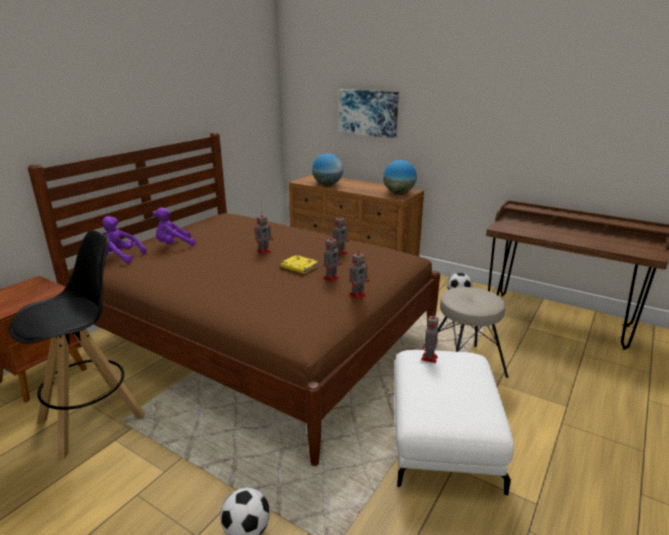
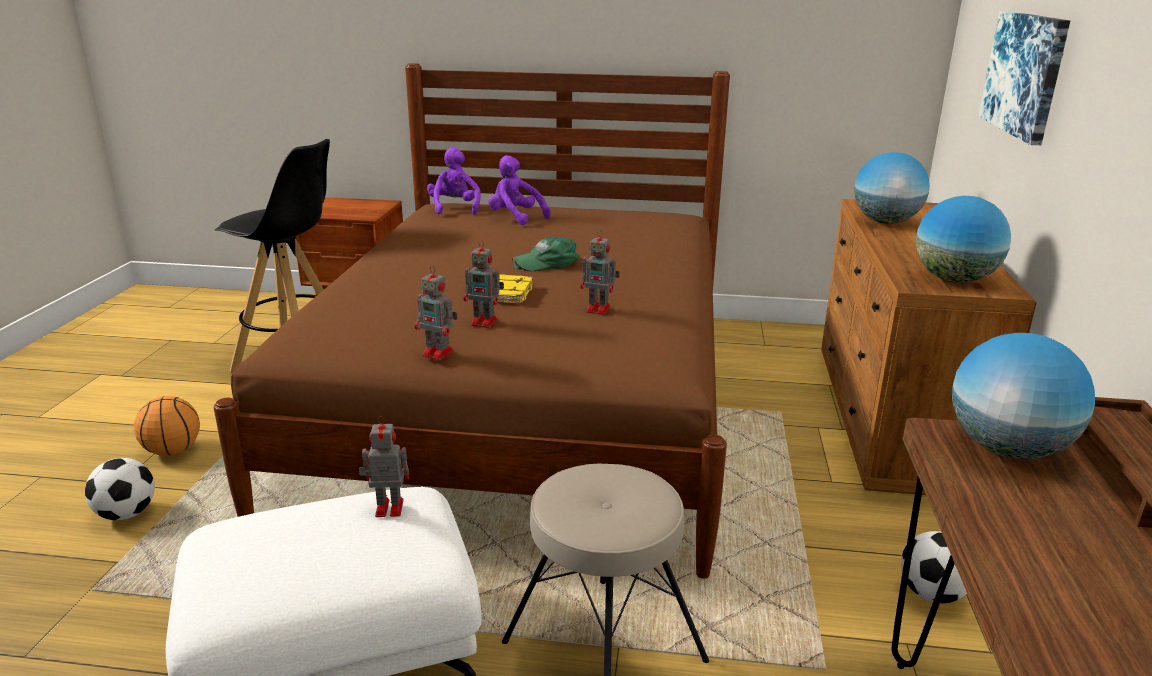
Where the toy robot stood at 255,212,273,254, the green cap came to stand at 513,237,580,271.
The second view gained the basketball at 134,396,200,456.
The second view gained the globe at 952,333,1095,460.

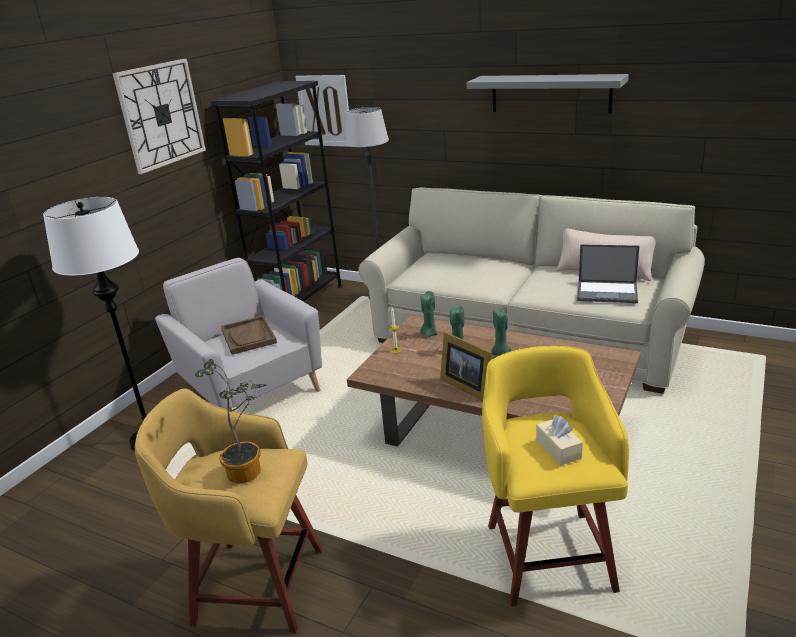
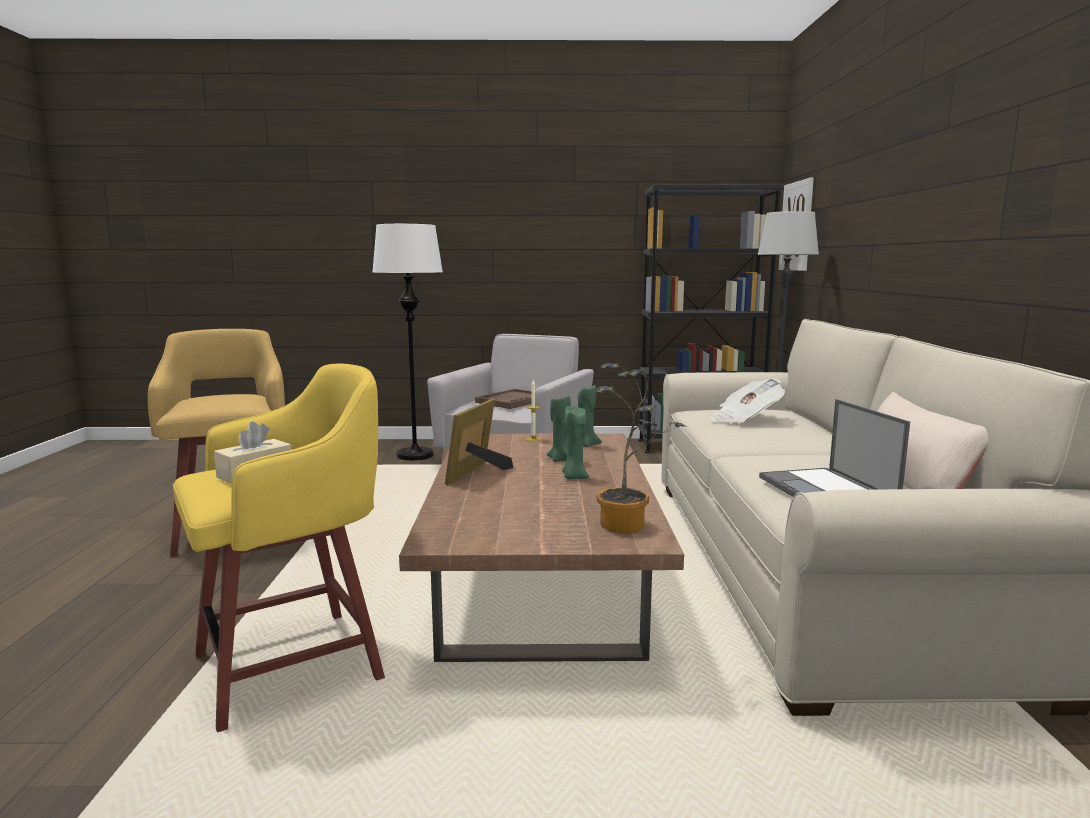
The second view lost the wall clock at 112,59,206,174.
The potted plant ended up elsewhere, having gone from 195,359,267,483 to 595,363,687,533.
The second view lost the grey shelf at 466,74,629,113.
The second view gained the newspaper at 710,379,785,423.

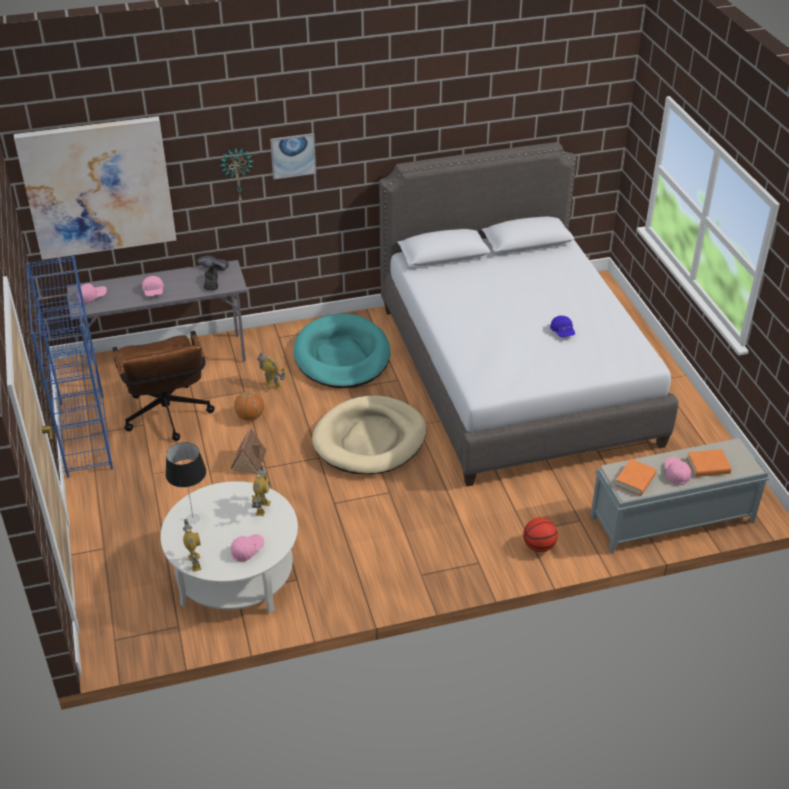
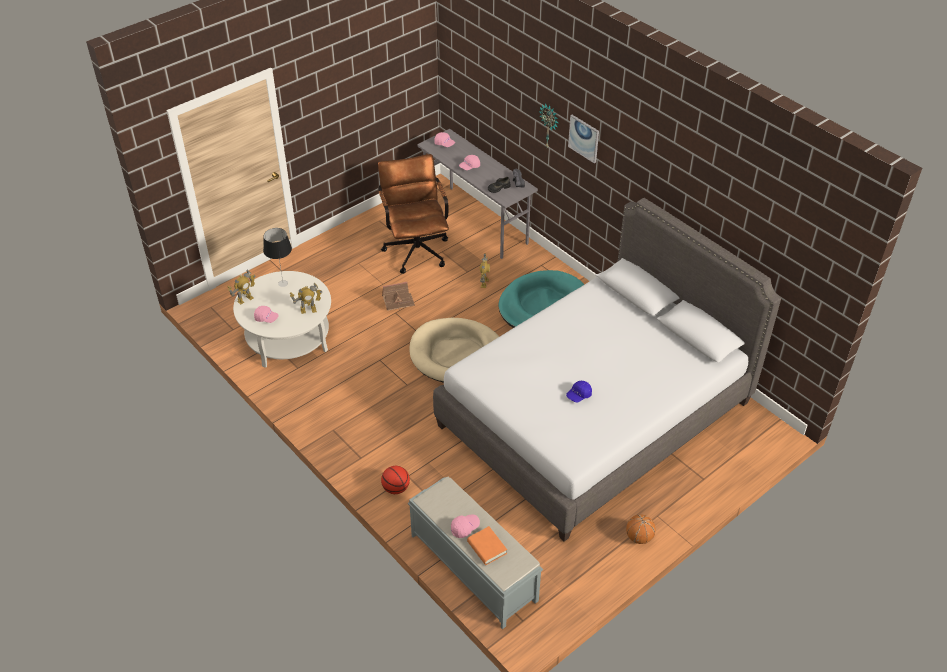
The second view lost the picture at 14,116,176,260.
The second view lost the blue bookcase at 26,256,113,478.
The brown office chair at 112,331,215,441 ended up facing another way, 120 degrees clockwise from before.
The basketball ended up elsewhere, having gone from 234,391,264,421 to 626,514,656,544.
The second view lost the orange book at 615,459,657,496.

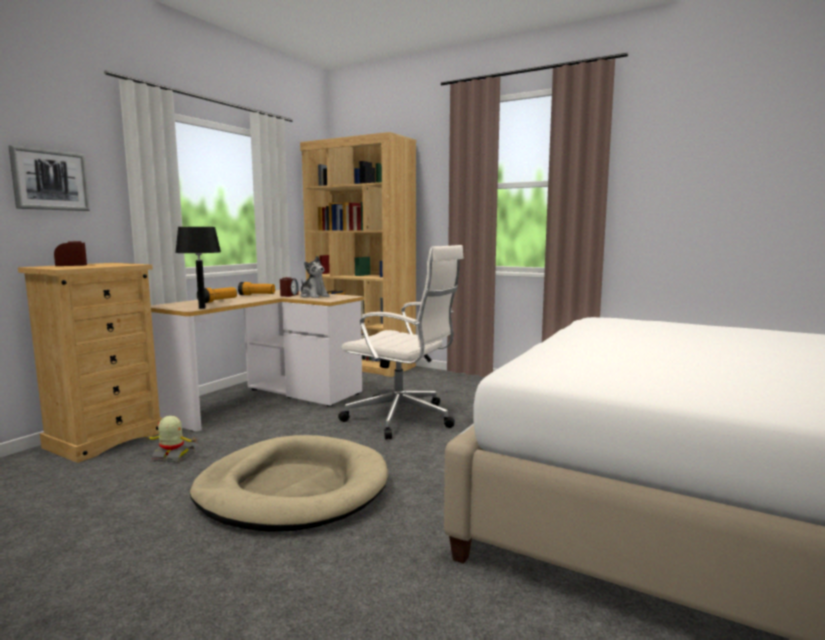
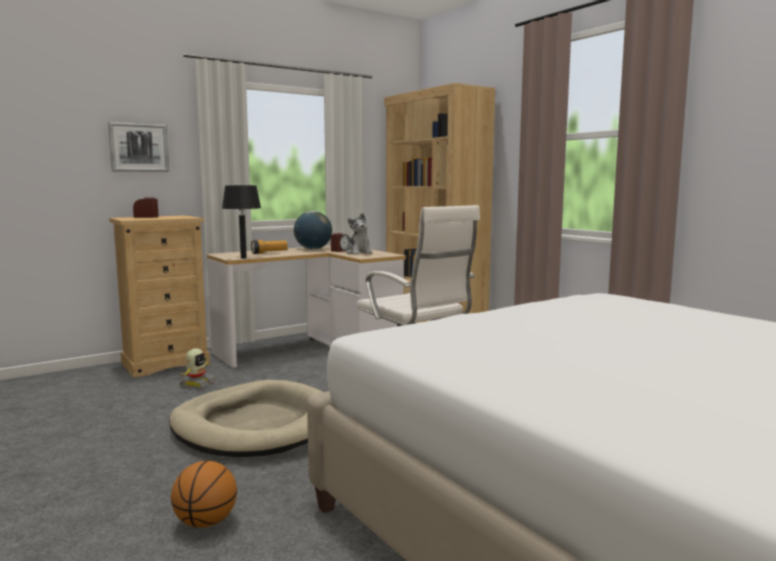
The toy robot at 146,416,198,462 ended up facing another way, 75 degrees clockwise from before.
Where the flashlight stood at 238,282,275,295, the globe came to stand at 294,211,332,249.
The second view gained the basketball at 171,461,237,528.

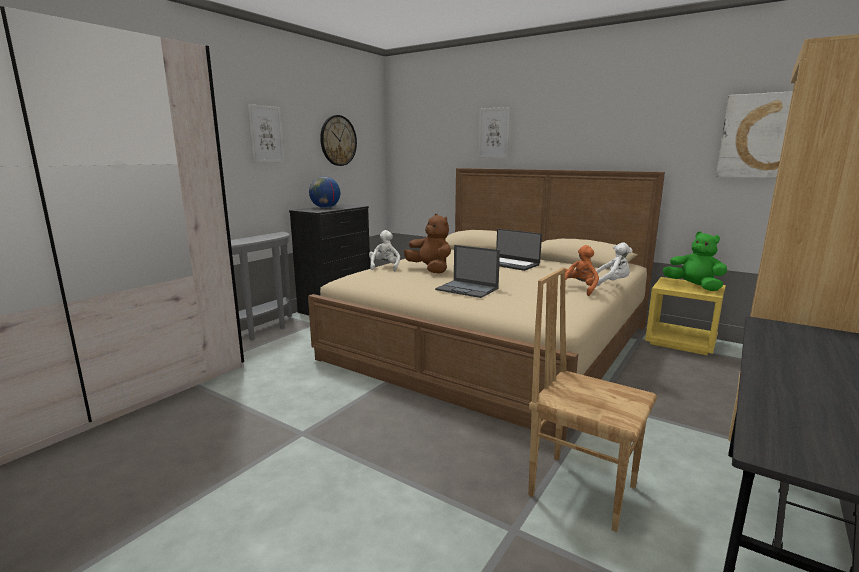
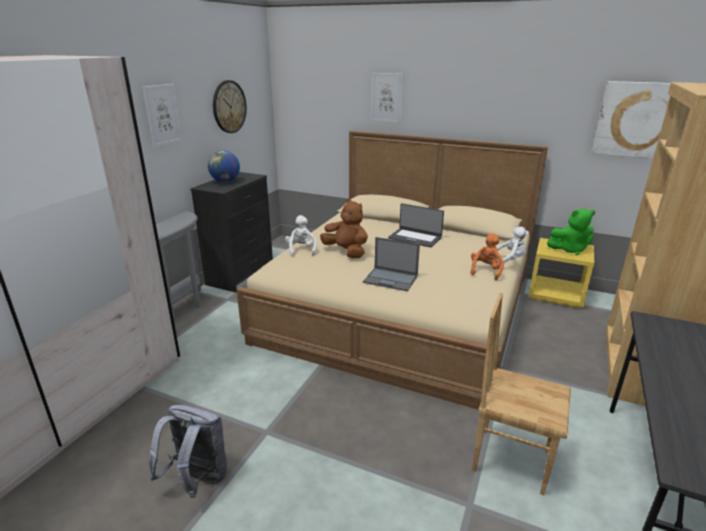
The green plush toy at 663,232,727,291 ended up facing another way, 135 degrees clockwise from before.
The second view gained the grey backpack at 149,405,227,498.

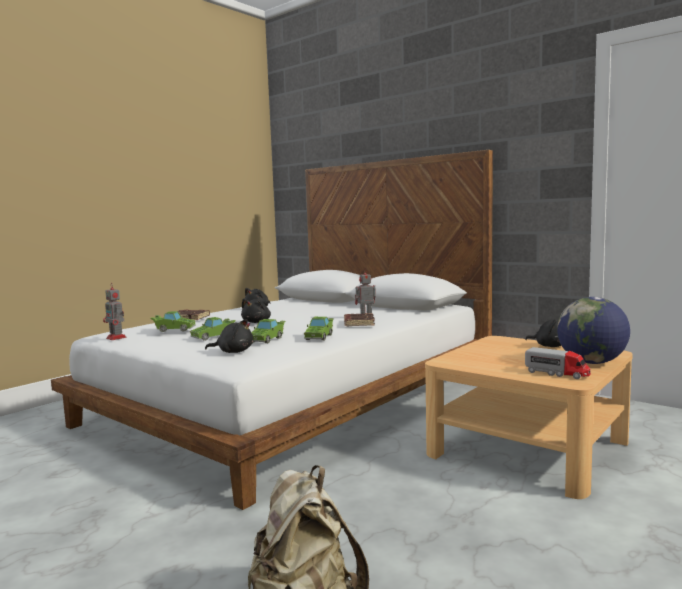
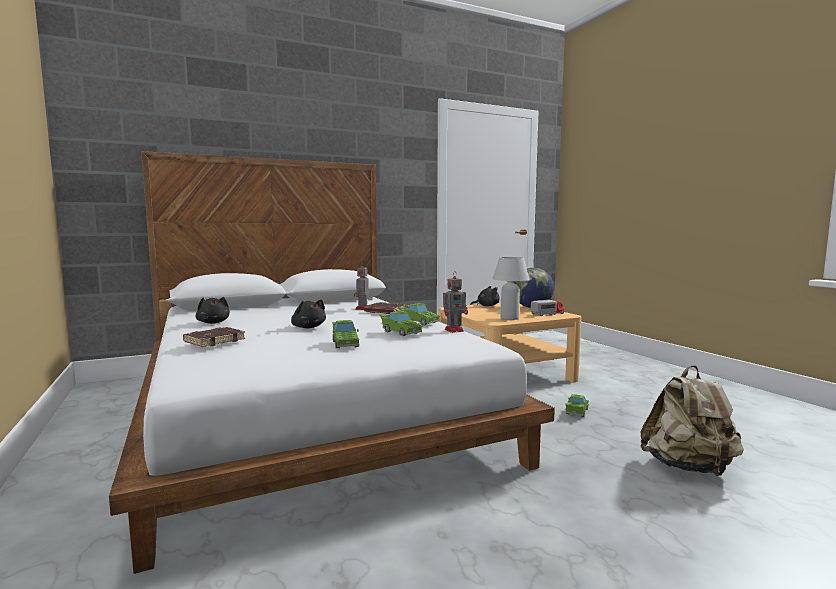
The toy robot ended up elsewhere, having gone from 103,284,127,340 to 443,271,468,333.
The green toy car ended up elsewhere, having gone from 150,311,196,332 to 565,394,589,417.
The second view lost the black plush toy at 205,319,253,353.
The second view gained the white table lamp at 492,257,530,320.

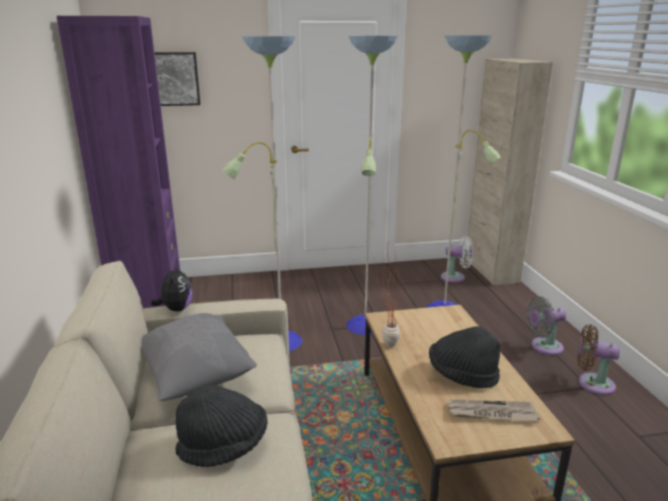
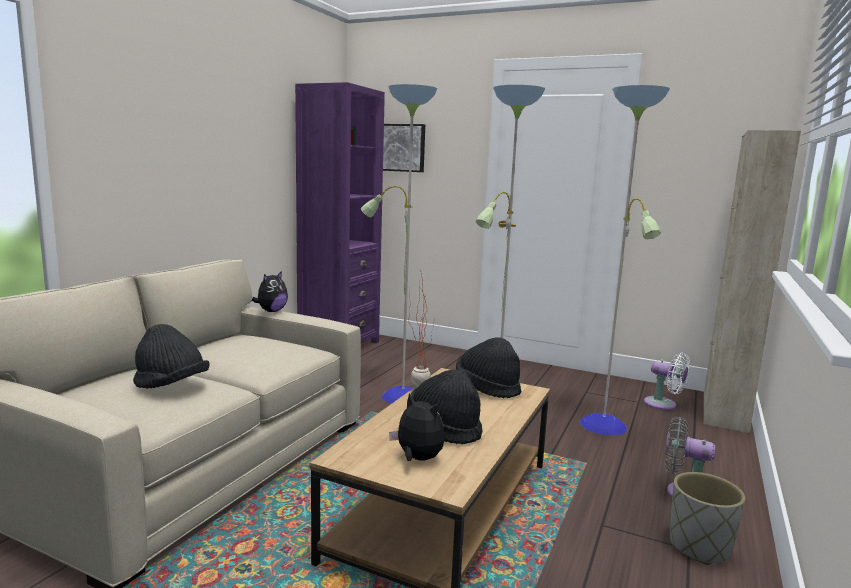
The second view lost the grey pillow at 141,313,257,401.
Where the newspaper stood at 449,400,540,422, the plush toy came to stand at 389,393,445,461.
Where the brown fan stood at 577,324,620,395, the grey planter came to stand at 670,472,745,565.
The second view gained the black hat at 456,337,521,398.

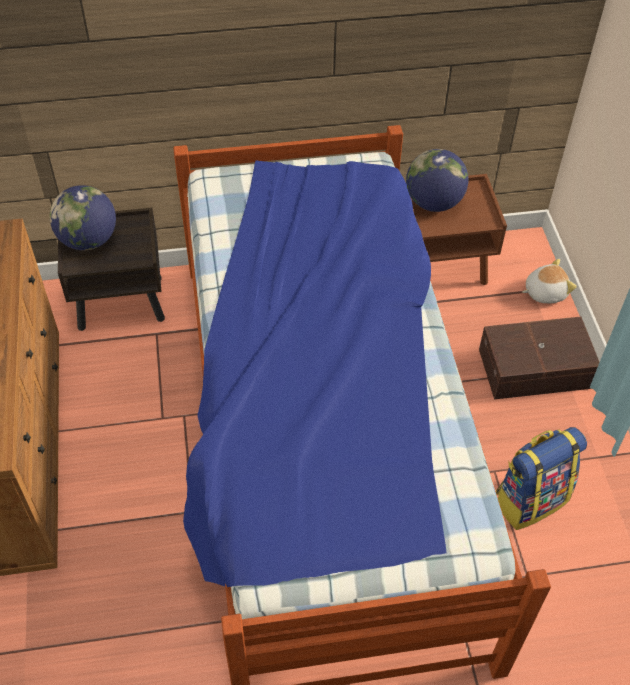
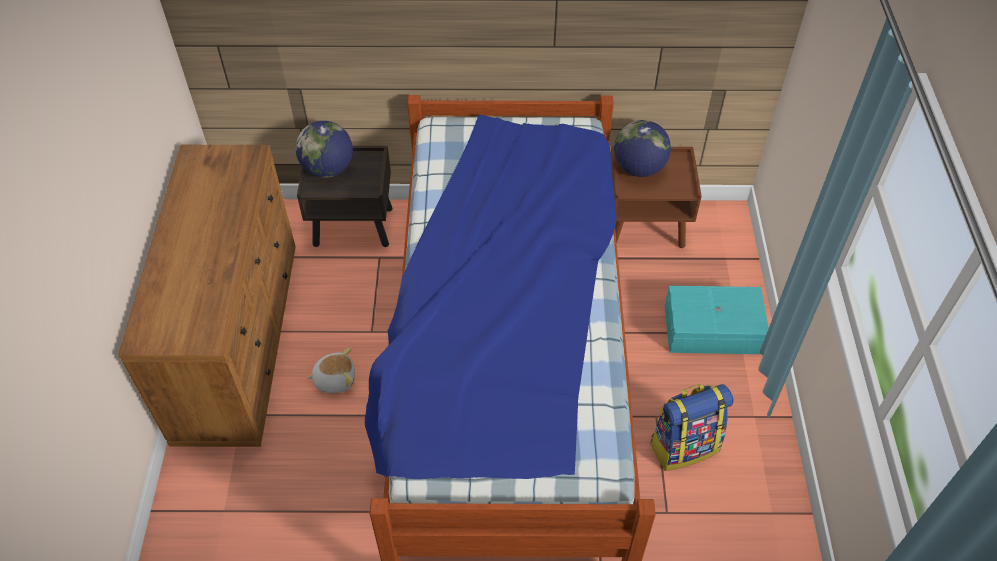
What was the brown storage box at 479,316,600,399 turned into the turquoise storage box at 665,286,769,354.
The plush toy ended up elsewhere, having gone from 522,259,577,303 to 306,348,355,393.

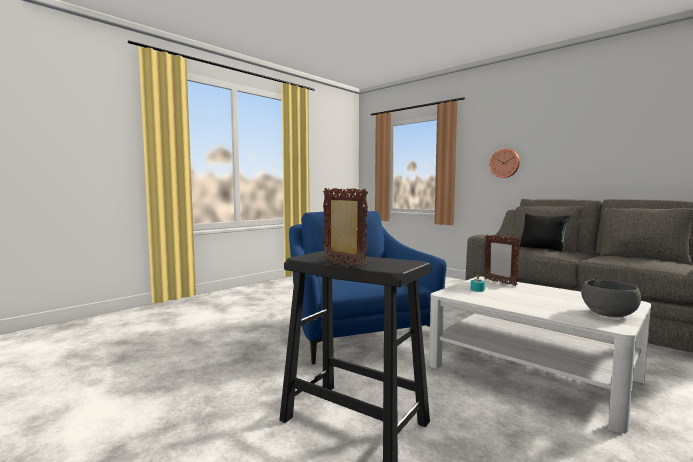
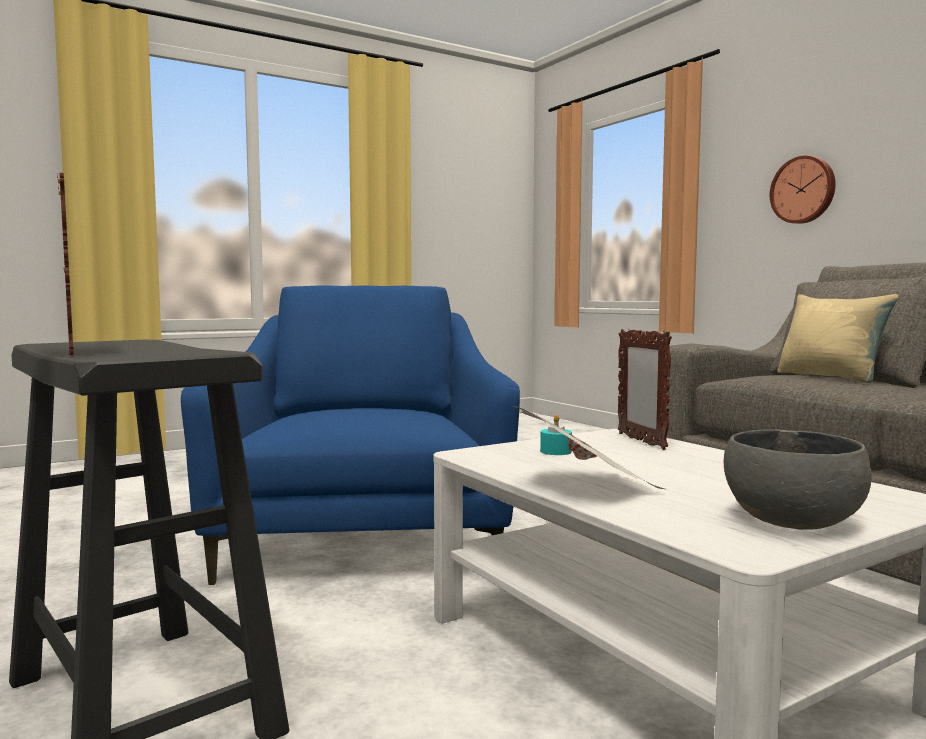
What was the black pillow at 520,213,571,252 turned into the beige pillow at 777,294,899,383.
The second view gained the newspaper at 513,406,665,489.

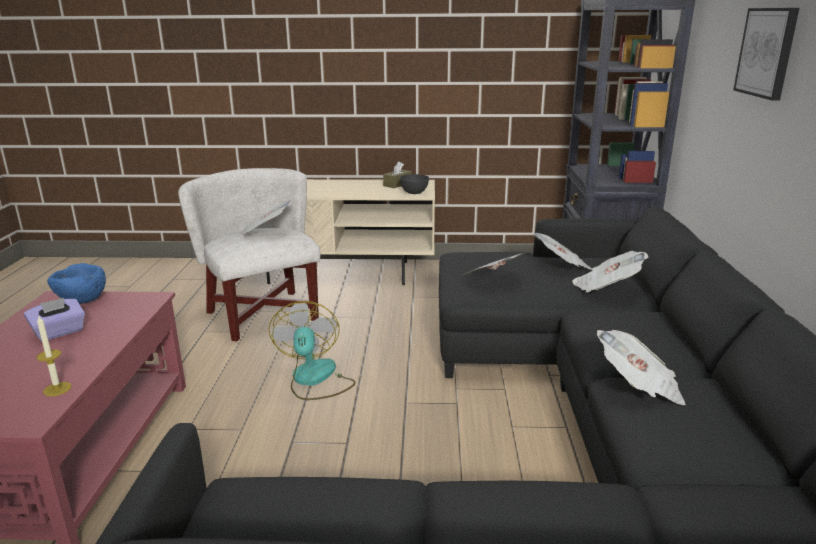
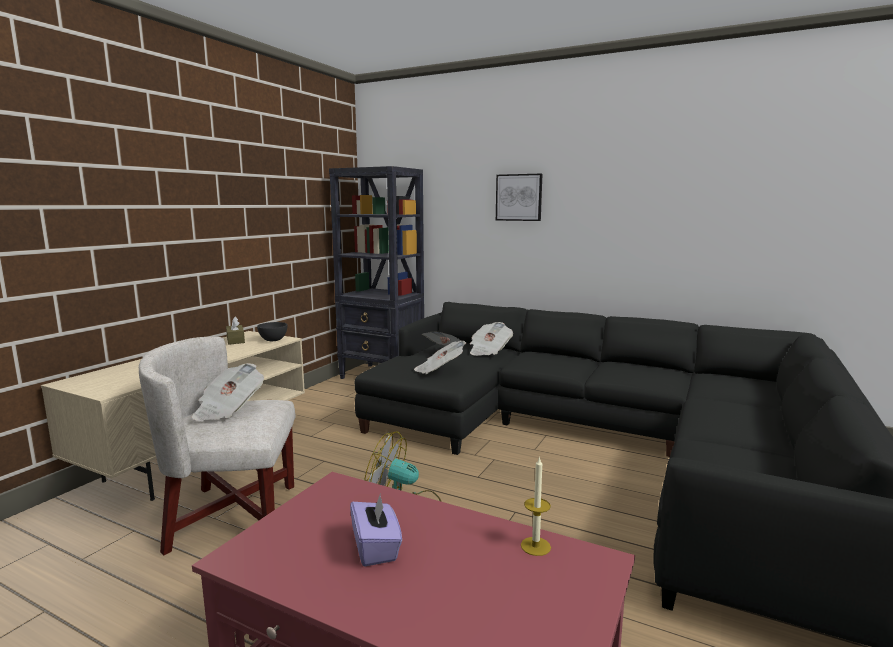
The second view lost the blue bowl at 47,263,106,304.
The second view lost the newspaper at 597,330,686,405.

